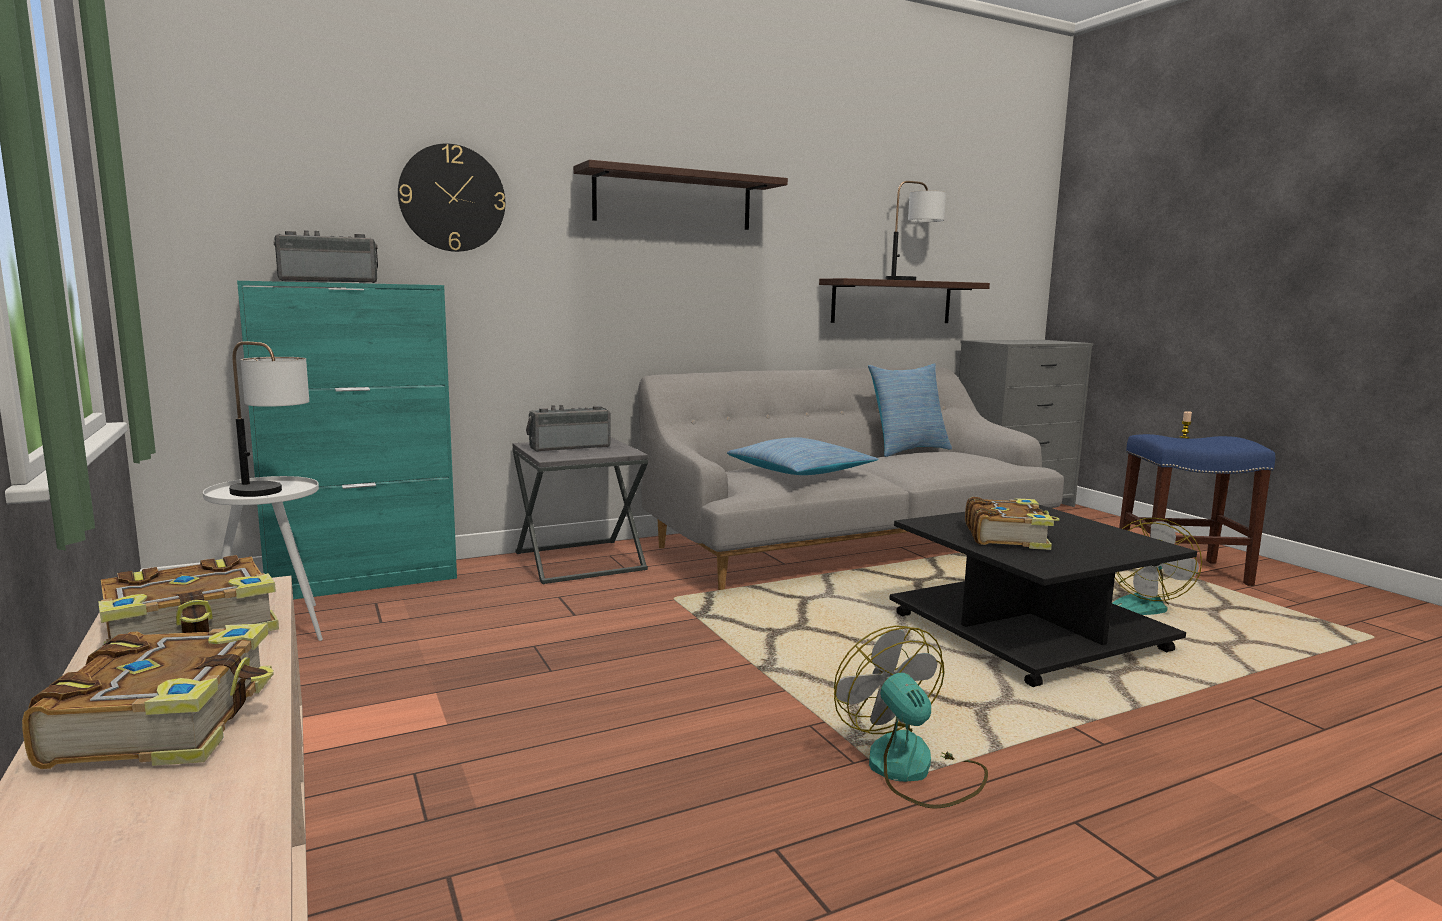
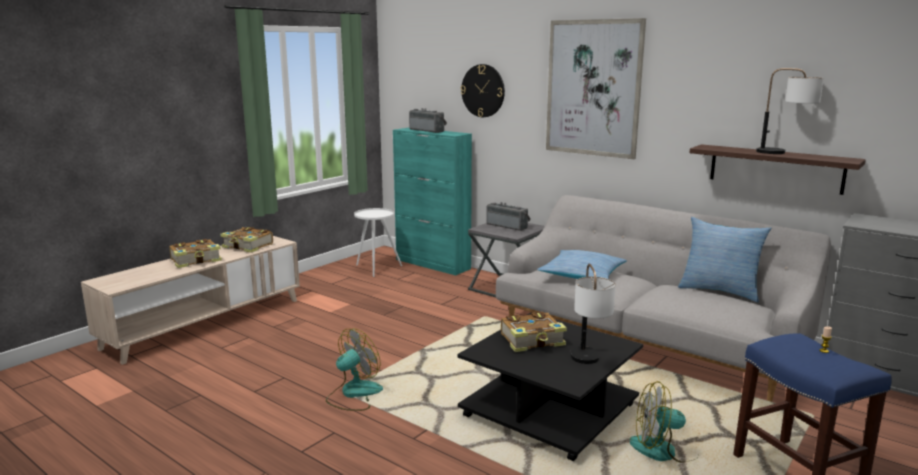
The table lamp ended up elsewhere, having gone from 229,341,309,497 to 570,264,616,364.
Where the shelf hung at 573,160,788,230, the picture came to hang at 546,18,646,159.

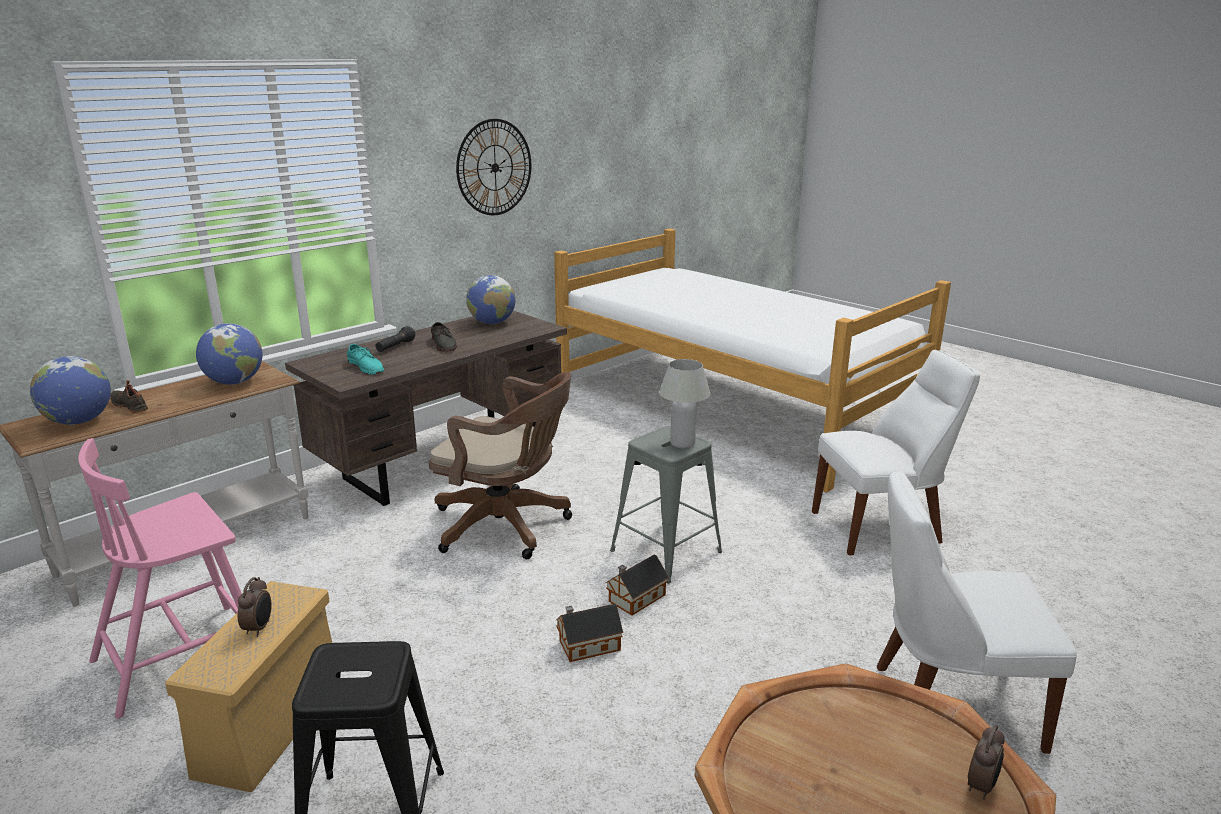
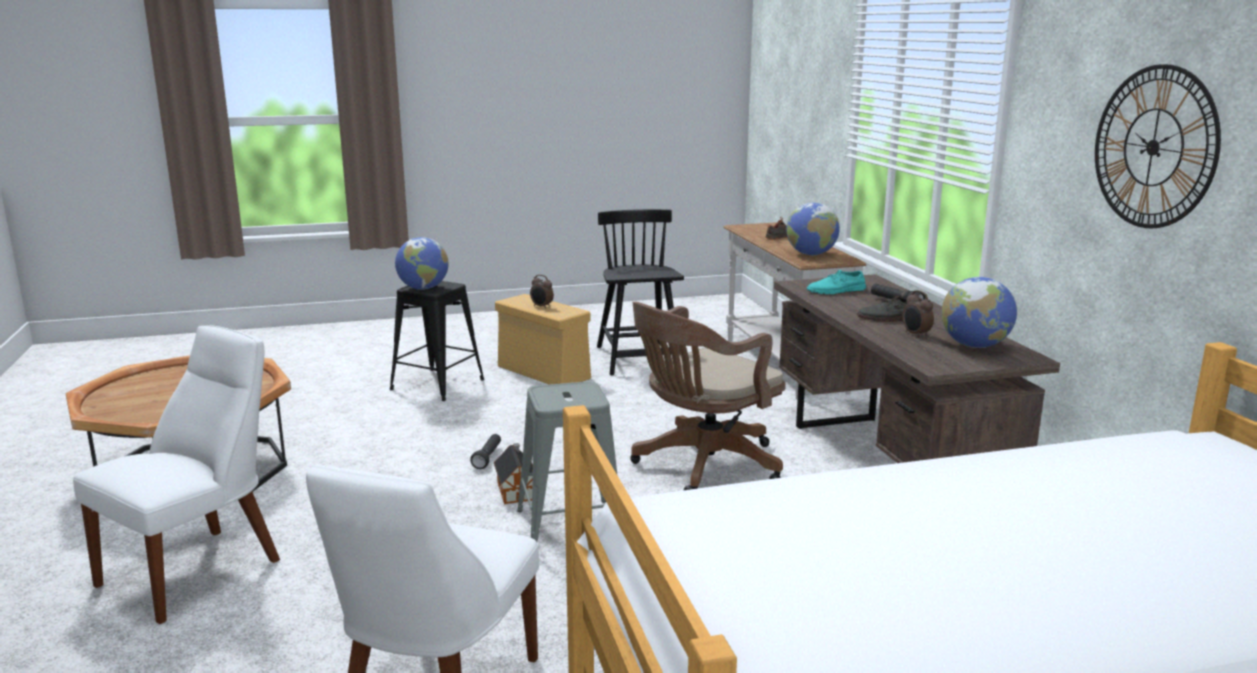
The globe ended up elsewhere, having gone from 30,356,111,425 to 395,237,449,290.
What was the pink chair at 78,438,242,718 turned into the black chair at 597,209,684,375.
Where the toy house stood at 556,604,623,662, the black flashlight came to stand at 470,434,501,469.
The second view lost the white table lamp at 659,359,710,448.
The alarm clock ended up elsewhere, having gone from 968,725,1005,800 to 903,290,934,338.

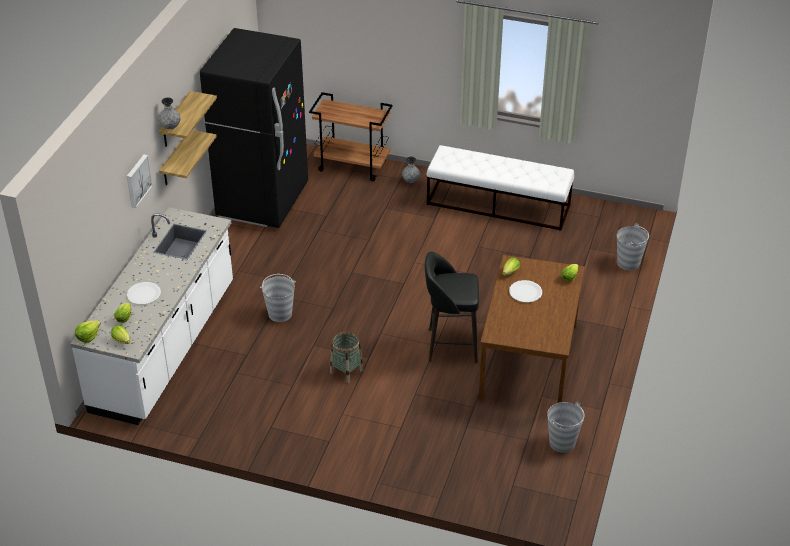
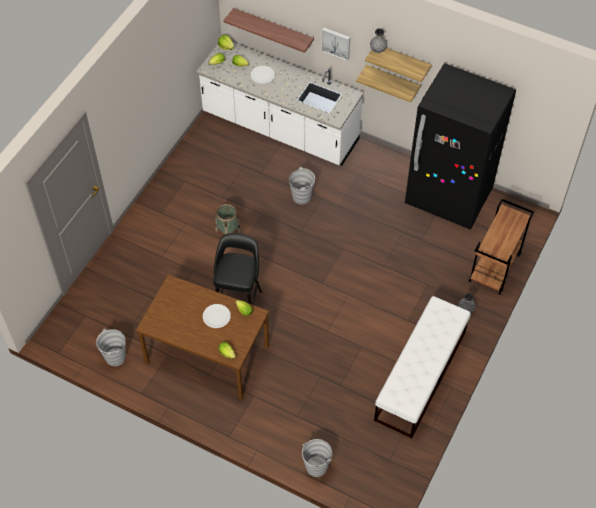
The second view gained the shelf at 223,8,314,53.

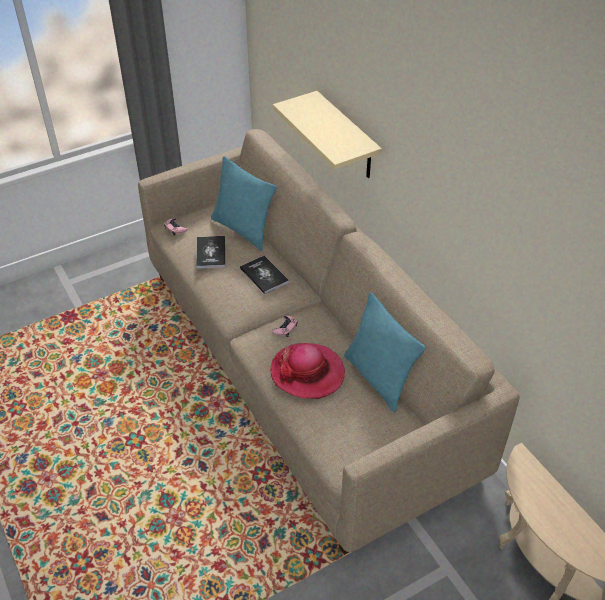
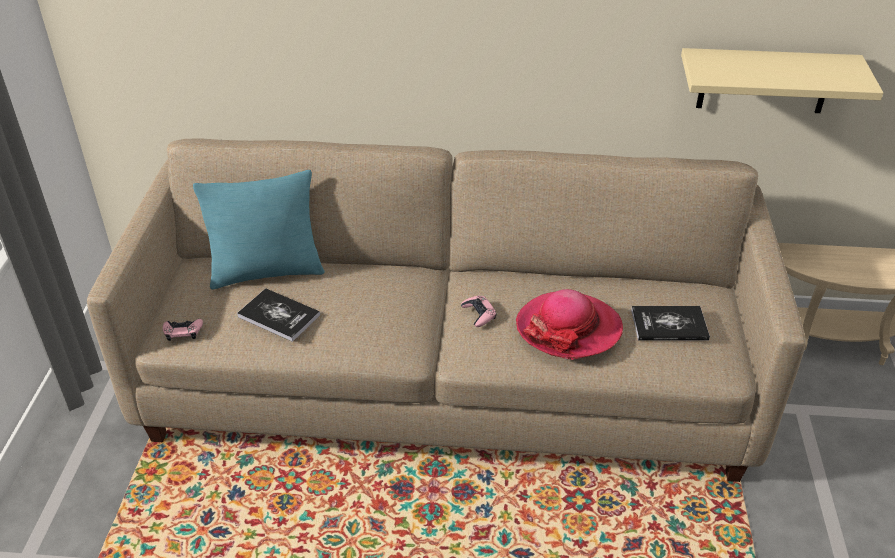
The book ended up elsewhere, having gone from 240,256,289,294 to 631,306,710,340.
The beige shelf ended up elsewhere, having gone from 273,91,382,178 to 681,48,883,113.
The second view lost the turquoise pillow at 344,292,426,412.

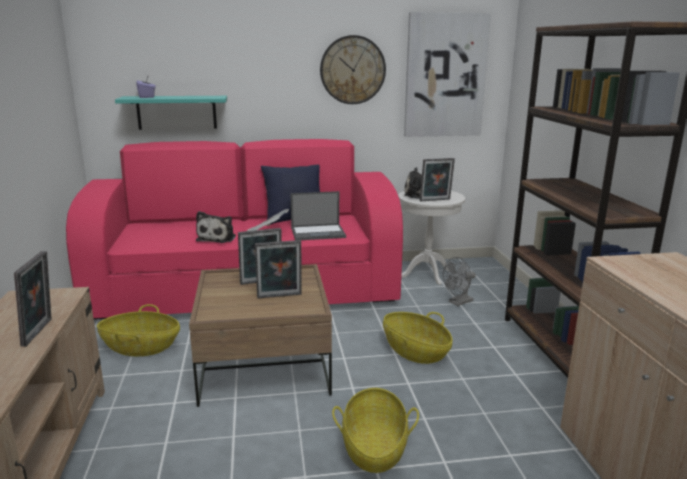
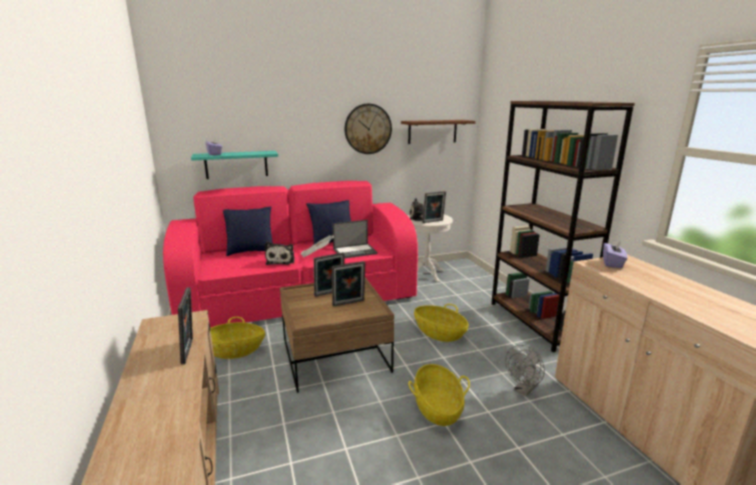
Where the picture hung at 404,12,491,137, the brown shelf came to hang at 401,120,476,144.
The grey fan ended up elsewhere, having gone from 443,257,476,306 to 505,345,545,396.
The second view gained the blue pillow at 223,206,273,256.
The second view gained the purple tissue box at 603,241,627,268.

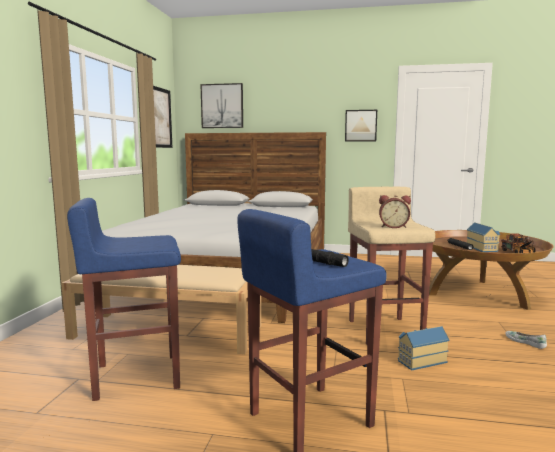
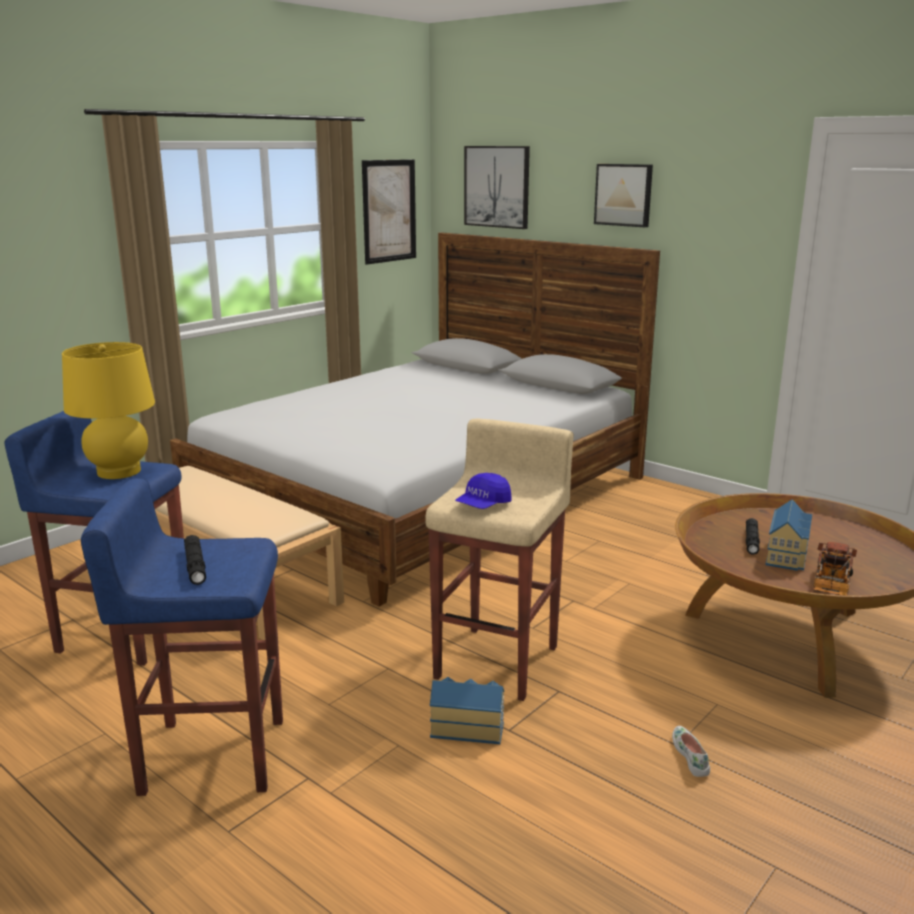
The picture ended up elsewhere, having gone from 345,110,377,142 to 594,164,653,227.
Where the alarm clock stood at 379,195,411,228, the blue cap came to stand at 455,473,511,509.
The second view gained the yellow table lamp at 62,342,155,479.

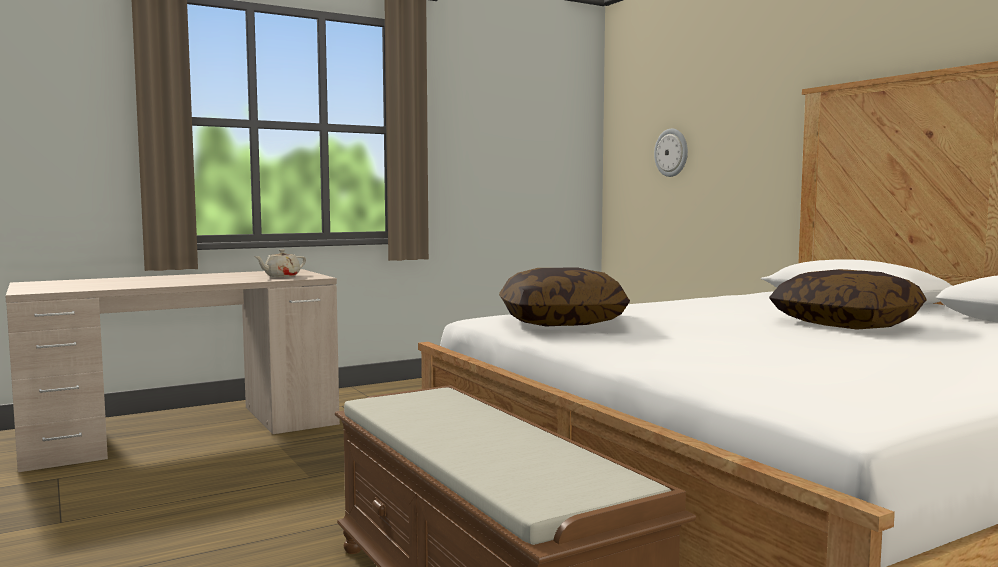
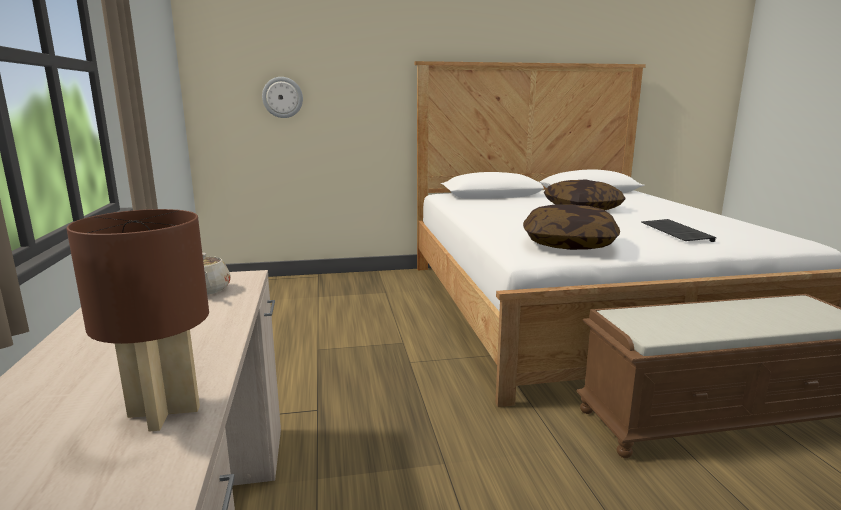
The second view gained the brown table lamp at 67,209,209,432.
The second view gained the keyboard at 641,219,717,242.

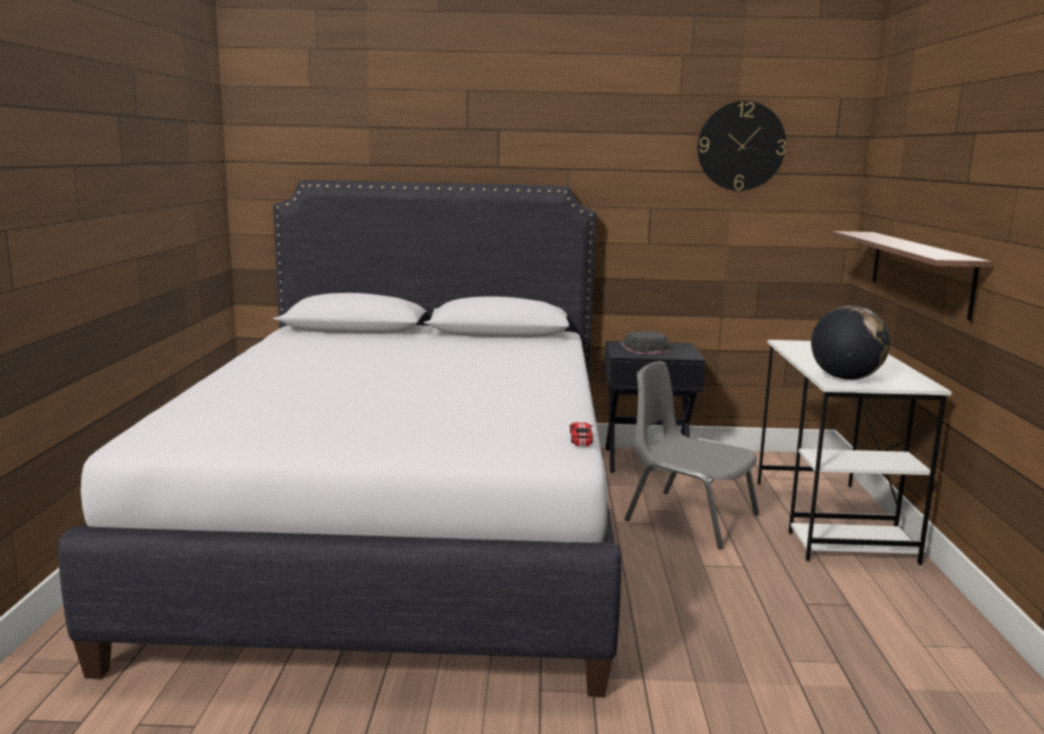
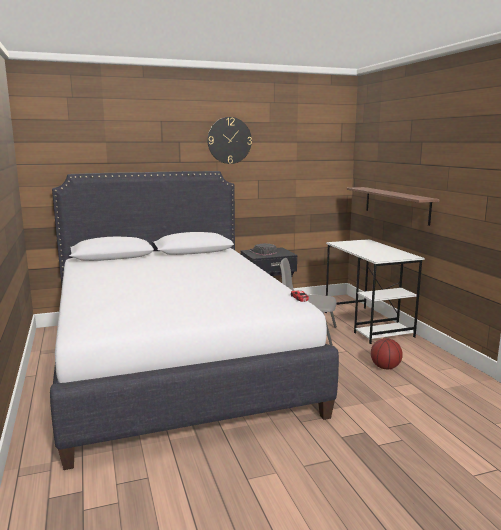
The wall clock ended up elsewhere, having gone from 698,101,786,191 to 207,117,252,164.
The second view lost the globe at 811,306,890,380.
The second view gained the basketball at 371,338,403,369.

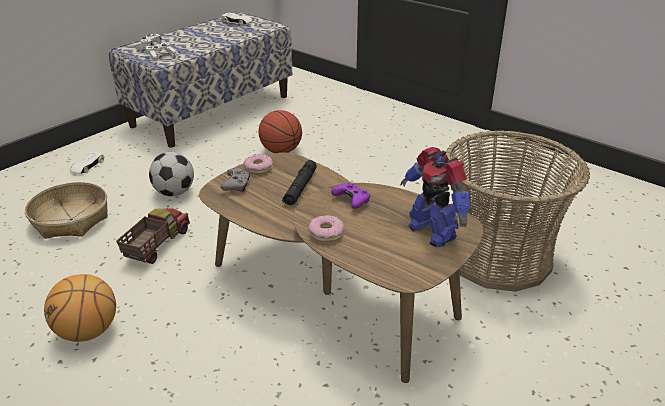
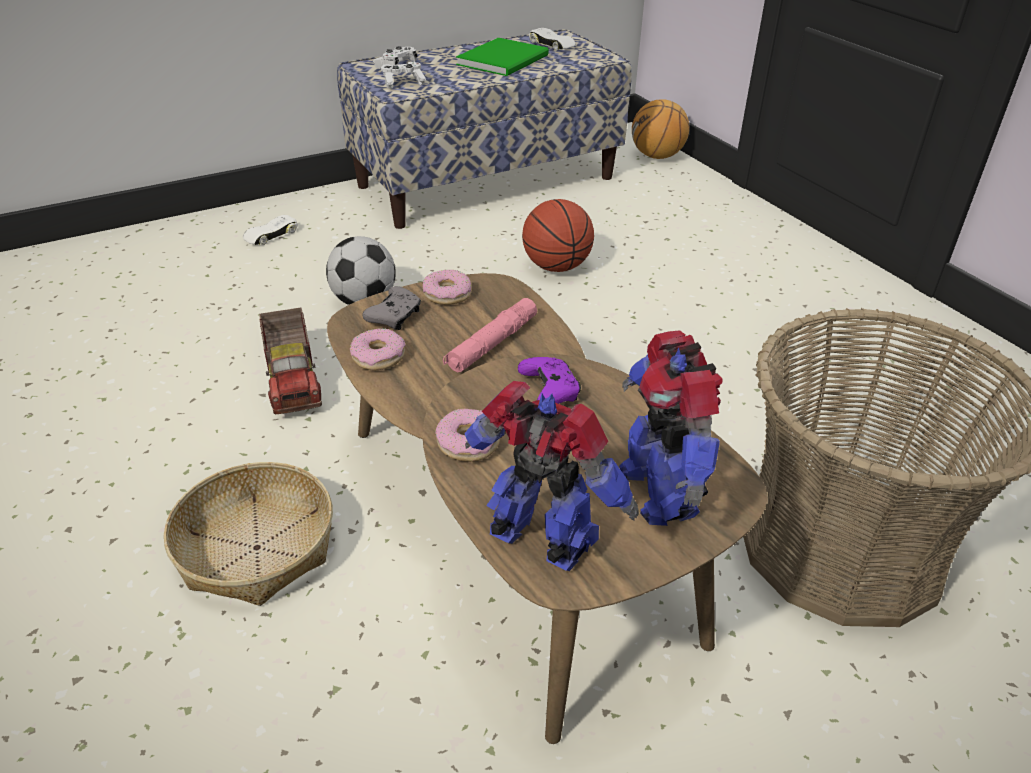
The basket ended up elsewhere, having gone from 25,182,108,239 to 164,462,333,606.
The basketball ended up elsewhere, having gone from 44,274,116,342 to 632,99,689,159.
The toy truck at 116,208,190,264 ended up facing another way, 120 degrees clockwise from before.
What was the black flashlight at 282,160,317,205 turned into the pink flashlight at 443,298,537,372.
The second view gained the donut at 350,328,406,370.
The second view gained the green book at 456,38,549,76.
The second view gained the toy robot at 464,381,639,571.

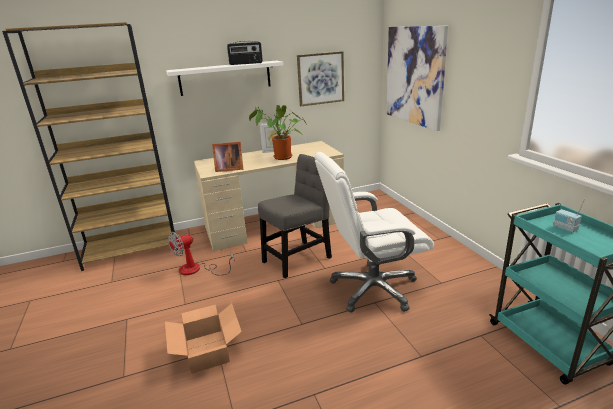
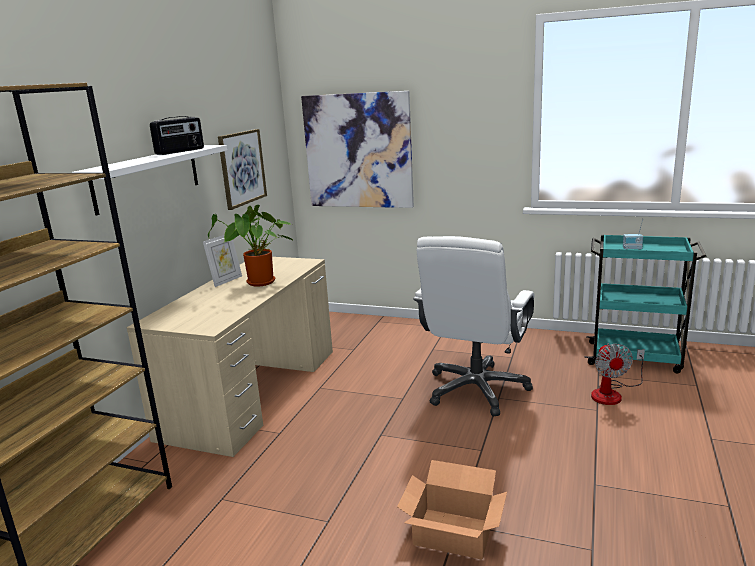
The fan ended up elsewhere, having gone from 168,232,234,275 to 591,343,645,405.
The second view lost the picture frame at 212,142,243,172.
The second view lost the grey chair at 258,154,332,278.

